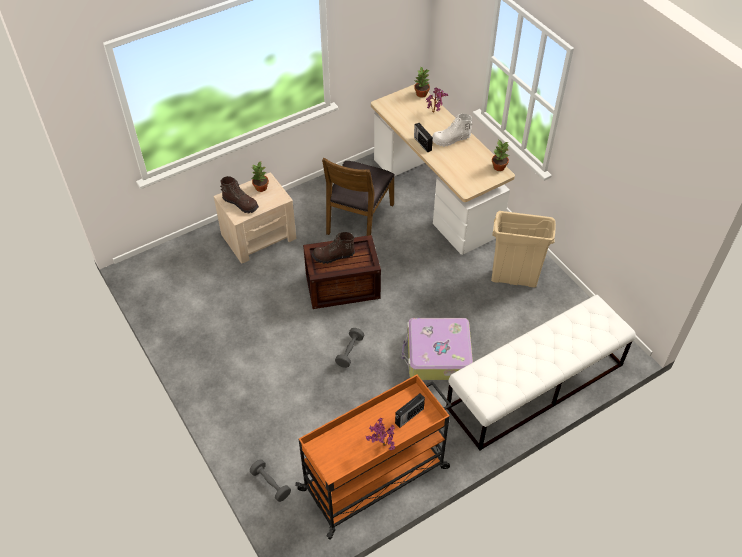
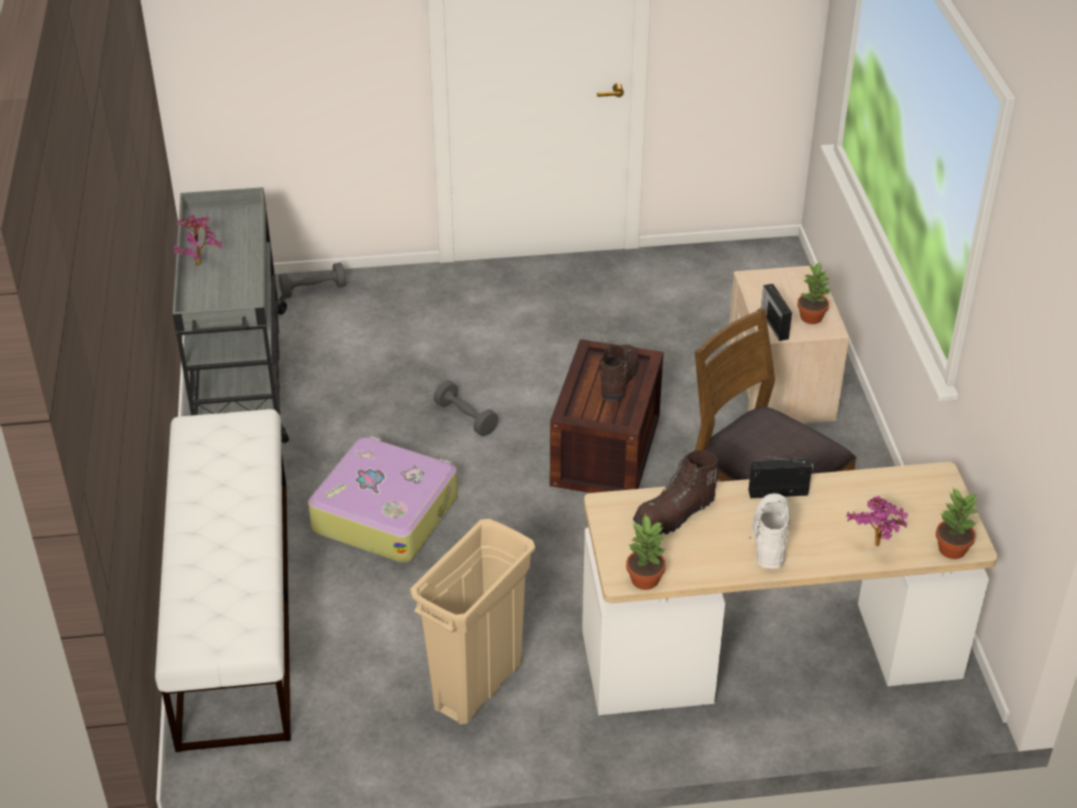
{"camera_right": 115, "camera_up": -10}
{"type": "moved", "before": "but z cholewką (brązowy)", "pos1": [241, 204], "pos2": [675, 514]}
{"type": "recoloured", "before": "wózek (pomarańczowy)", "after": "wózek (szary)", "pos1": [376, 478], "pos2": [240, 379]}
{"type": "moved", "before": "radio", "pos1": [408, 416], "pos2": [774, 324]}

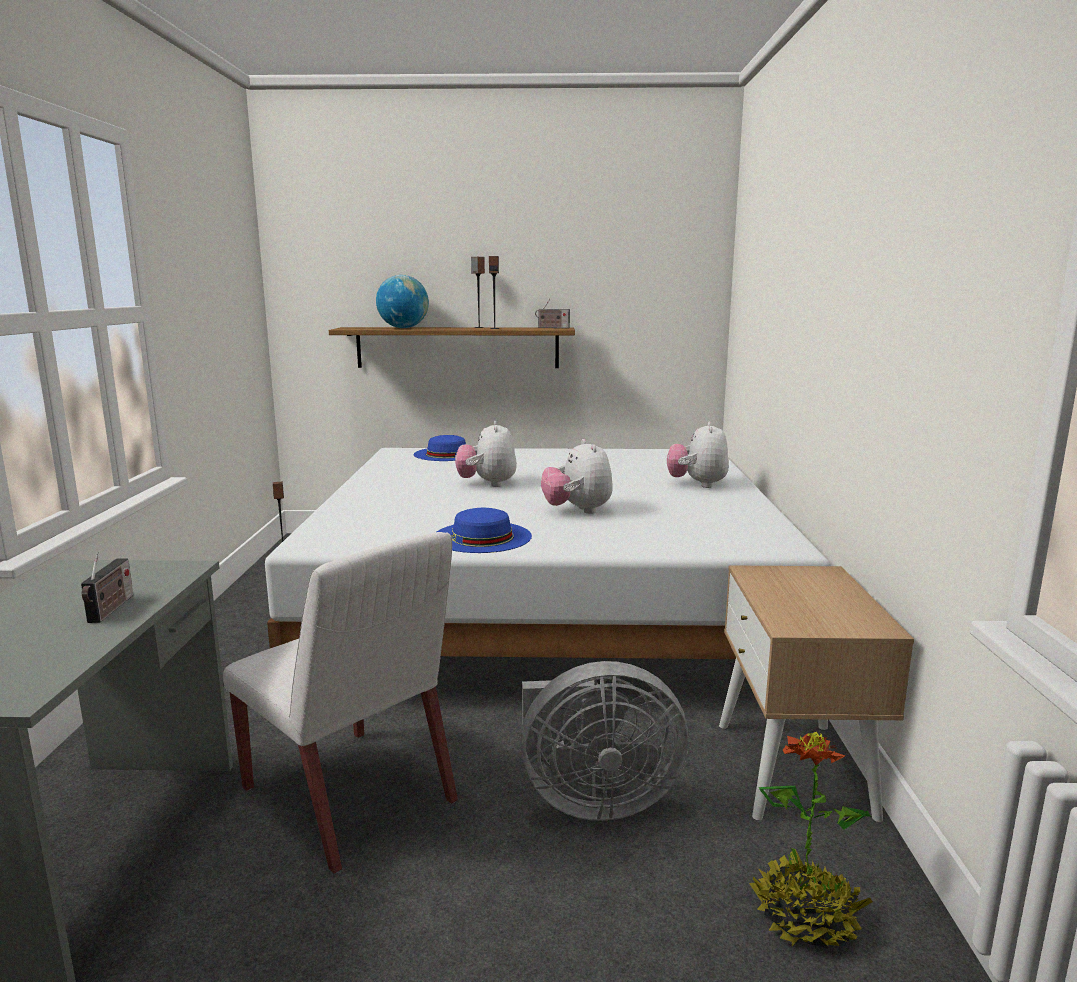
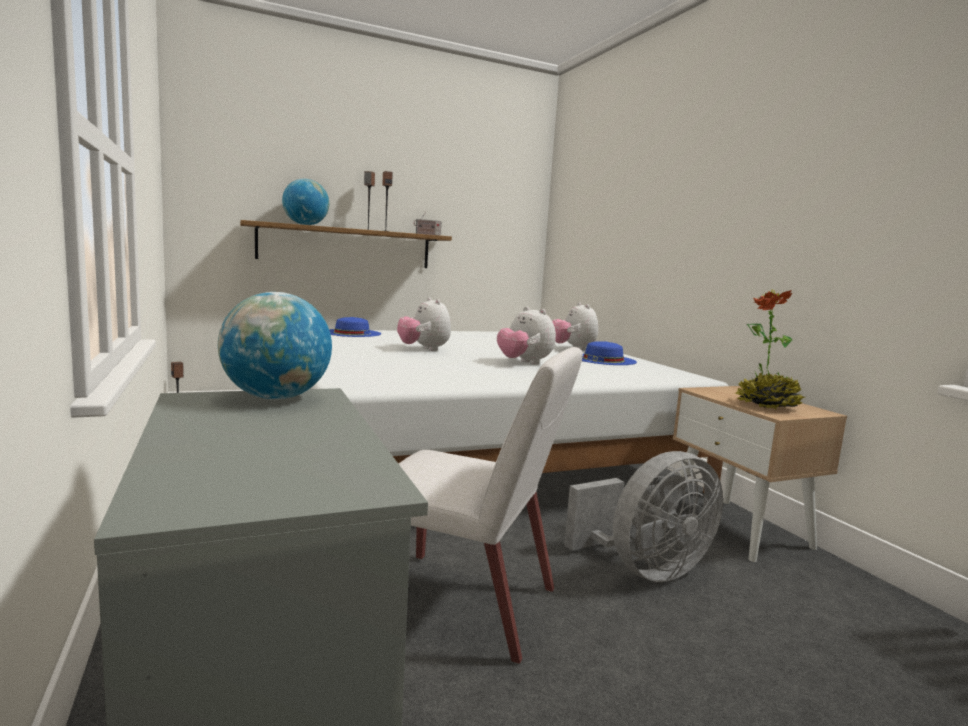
{"camera_right": -25, "camera_up": -5}
{"type": "removed", "before": "radio", "pos1": [110, 610]}
{"type": "moved", "before": "kapelusz (niebieski)", "pos1": [482, 537], "pos2": [603, 359]}
{"type": "moved", "before": "roślina doniczkowa", "pos1": [806, 917], "pos2": [767, 405]}
{"type": "added", "after": "globus", "pos2": [276, 398]}

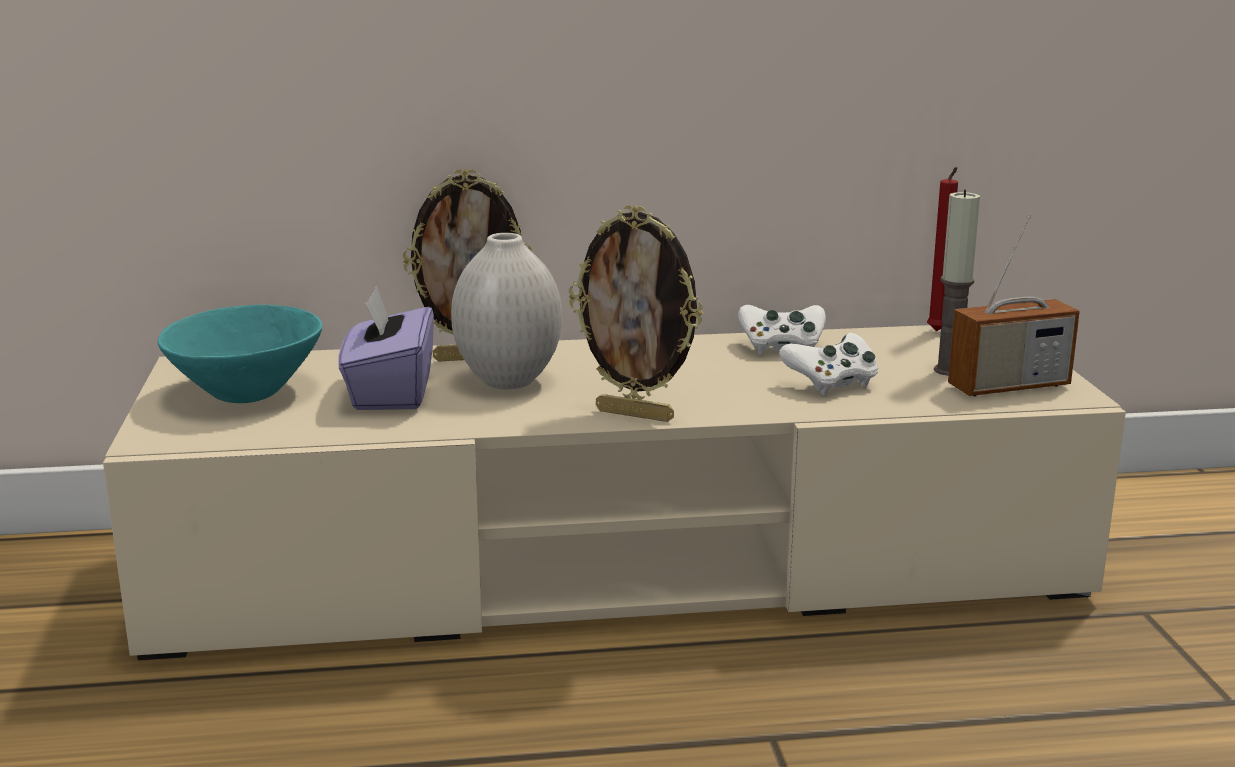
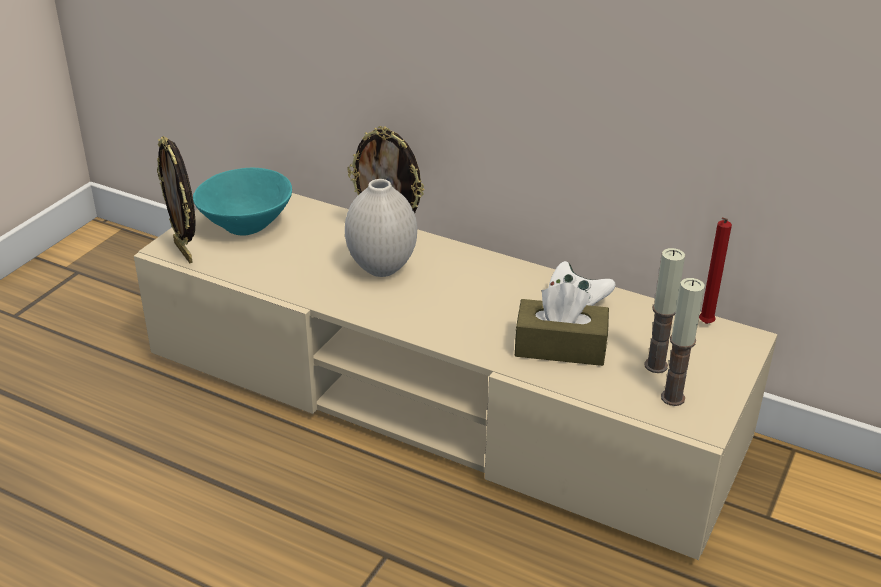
{"camera_right": 35, "camera_up": 15}
{"type": "removed", "before": "pudełko chusteczek (fioletowy)", "pos1": [390, 392]}
{"type": "moved", "before": "ramka na zdjęcie", "pos1": [636, 414], "pos2": [185, 252]}
{"type": "replaced", "before": "pad do gier (biały)", "after": "pudełko chusteczek (brązowy)", "pos1": [831, 384], "pos2": [560, 347]}
{"type": "replaced", "before": "radio", "after": "świeca", "pos1": [1009, 387], "pos2": [672, 398]}

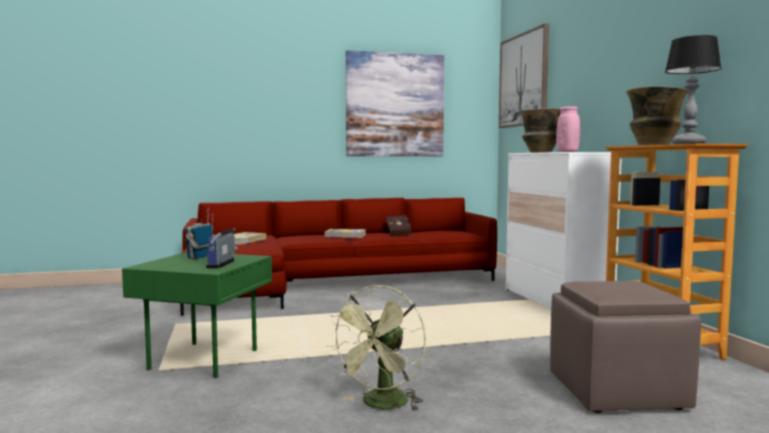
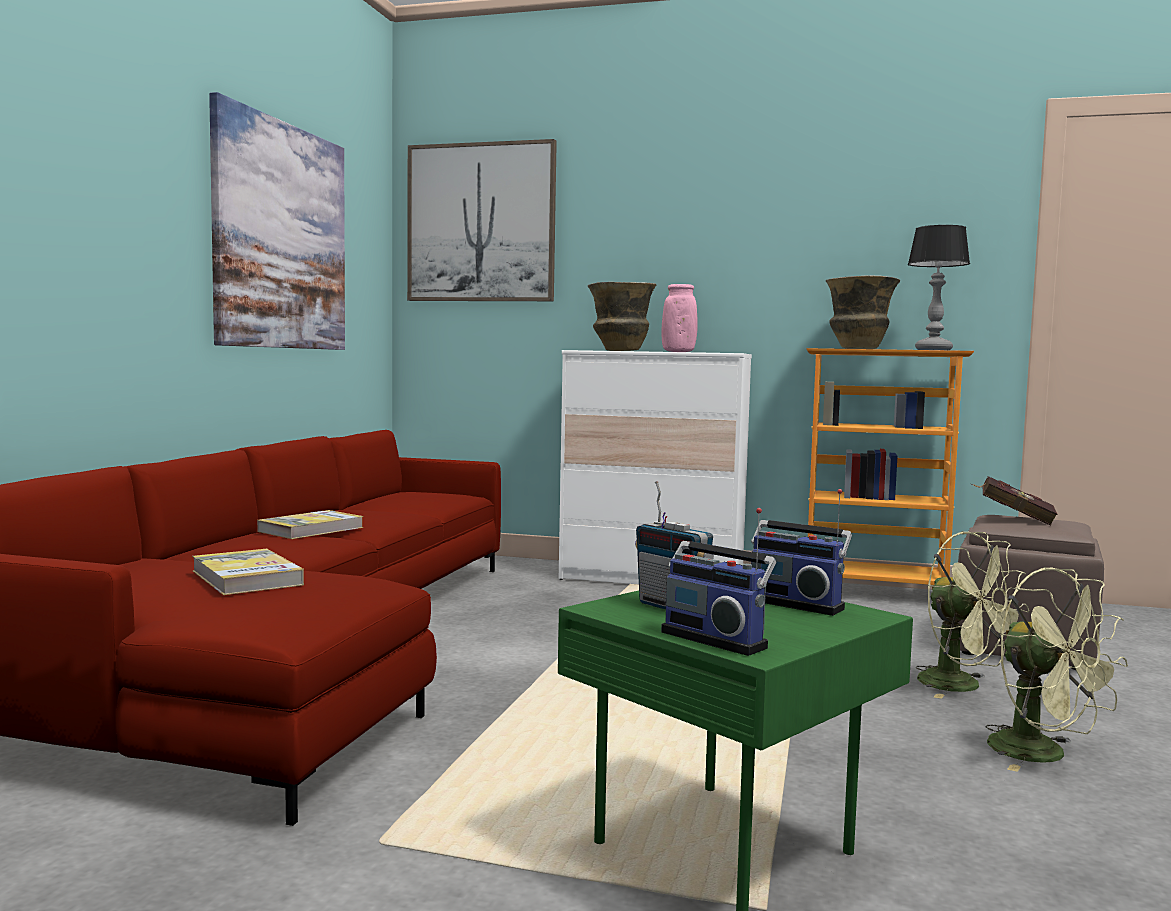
{"camera_right": -60, "camera_up": 0}
{"type": "moved", "before": "książka (czerwony)", "pos1": [398, 233], "pos2": [1013, 519]}
{"type": "added", "after": "radio", "pos2": [716, 639]}
{"type": "added", "after": "wentylator (zielony)", "pos2": [962, 687]}

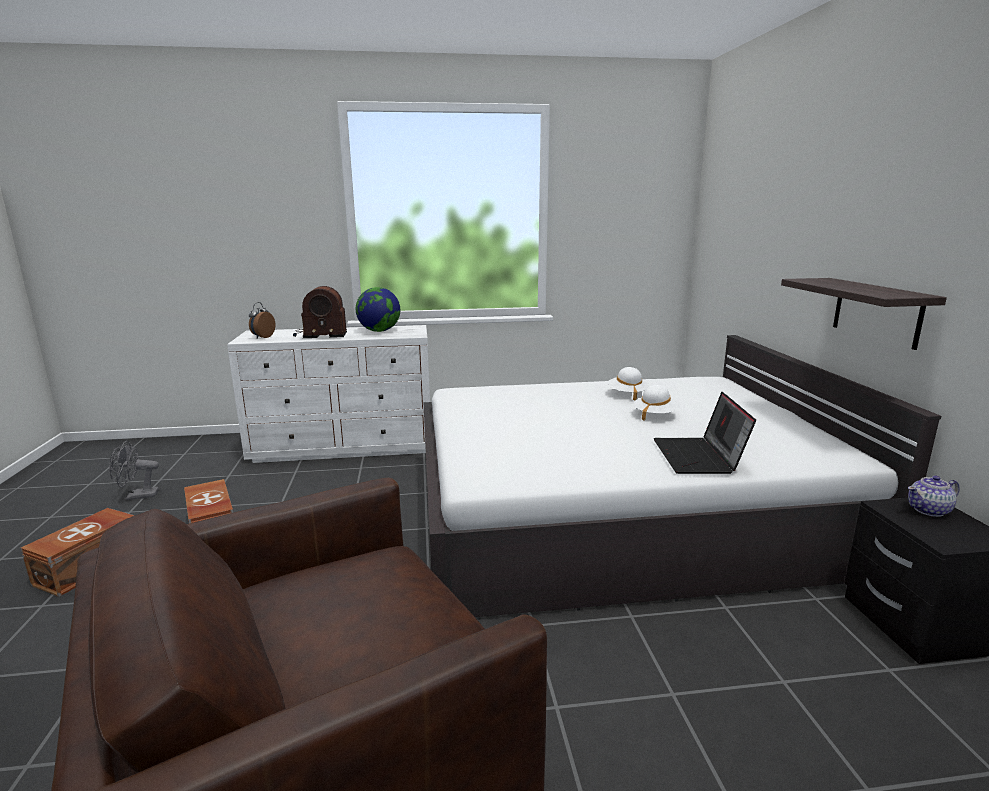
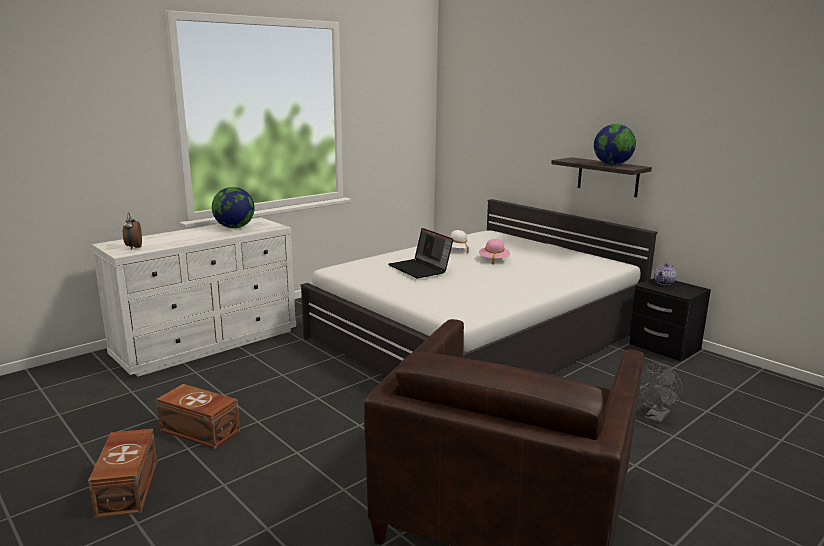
{"camera_right": -35, "camera_up": 0}
{"type": "moved", "before": "wentylator (szary)", "pos1": [137, 496], "pos2": [655, 418]}
{"type": "removed", "before": "radio", "pos1": [320, 334]}
{"type": "recoloured", "before": "kapelusz (biały)", "after": "kapelusz (różowy)", "pos1": [655, 415], "pos2": [493, 260]}
{"type": "moved", "before": "laptop", "pos1": [699, 457], "pos2": [420, 269]}
{"type": "added", "after": "globus", "pos2": [612, 164]}

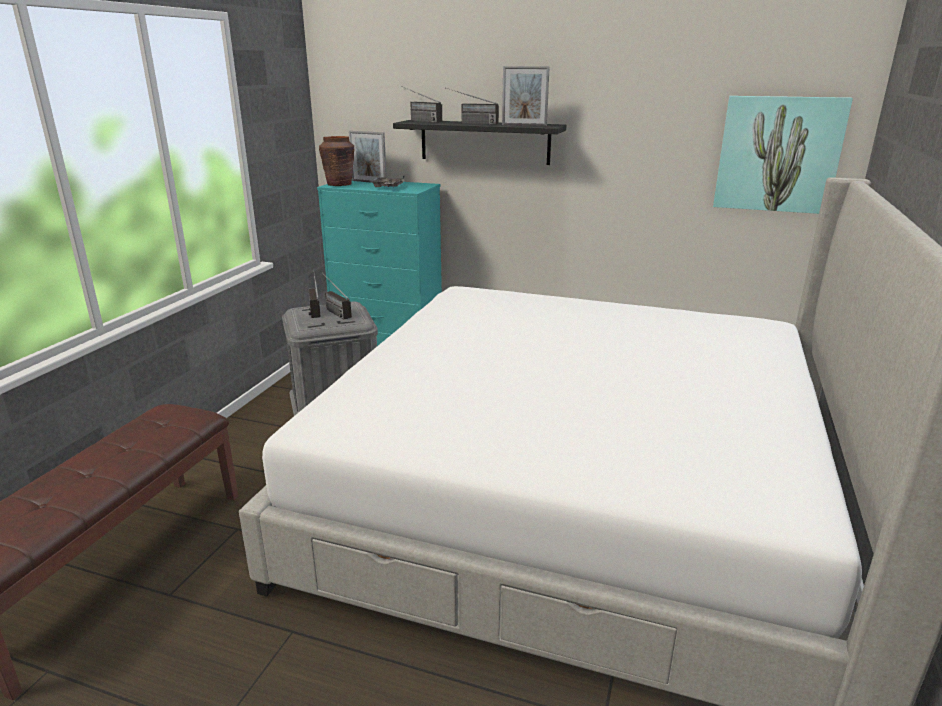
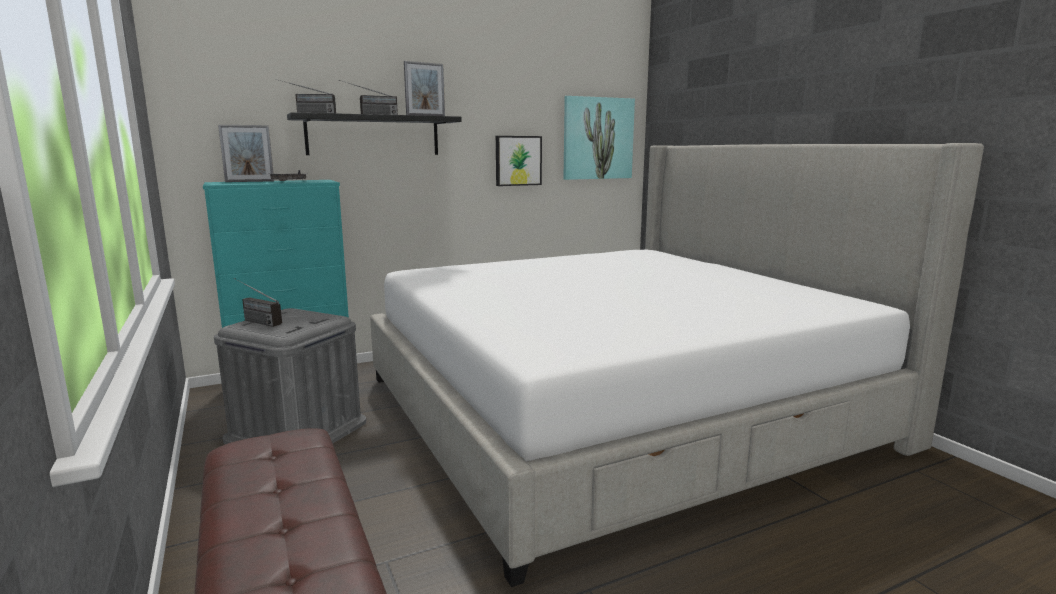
{"camera_right": -45, "camera_up": -10}
{"type": "removed", "before": "wazon (brązowy)", "pos1": [339, 184]}
{"type": "removed", "before": "radio", "pos1": [333, 311]}
{"type": "added", "after": "obraz", "pos2": [518, 160]}

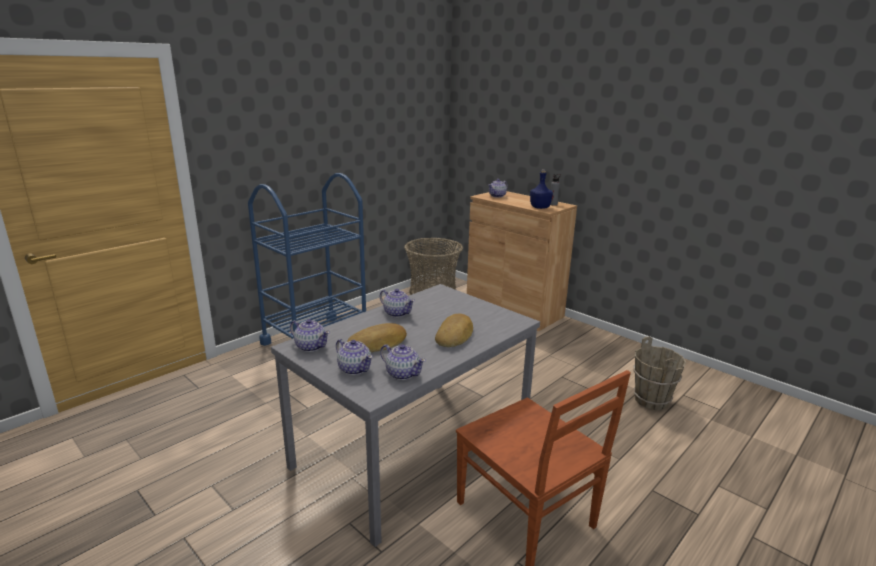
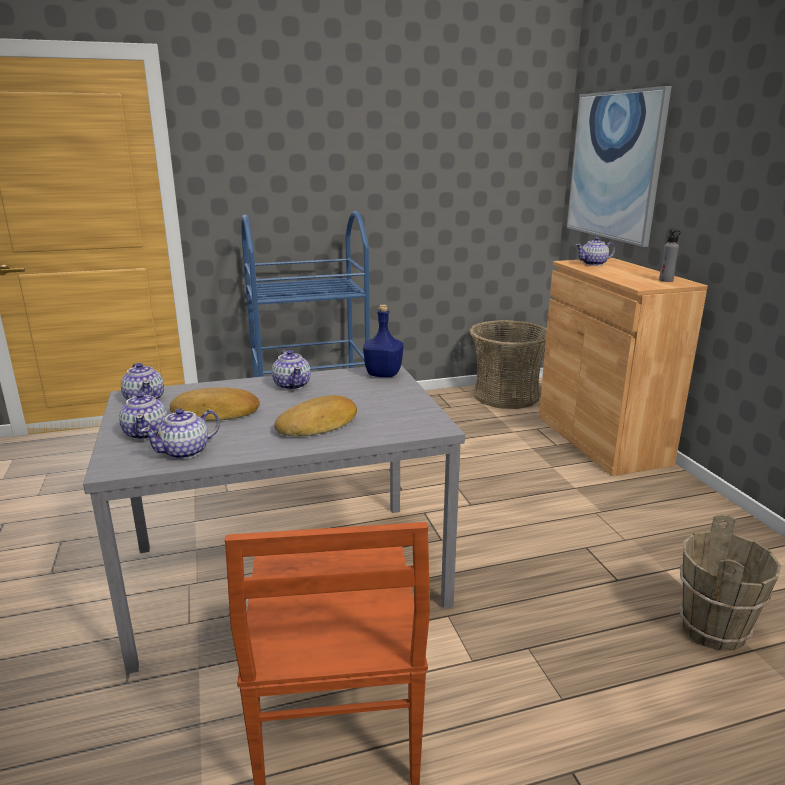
{"camera_right": 30, "camera_up": 0}
{"type": "turned", "before": "imbryk", "pos1": [402, 374], "pos2": [185, 452], "turn": 75}
{"type": "moved", "before": "butelka (niebieski)", "pos1": [539, 207], "pos2": [382, 374]}
{"type": "added", "after": "obraz", "pos2": [614, 166]}

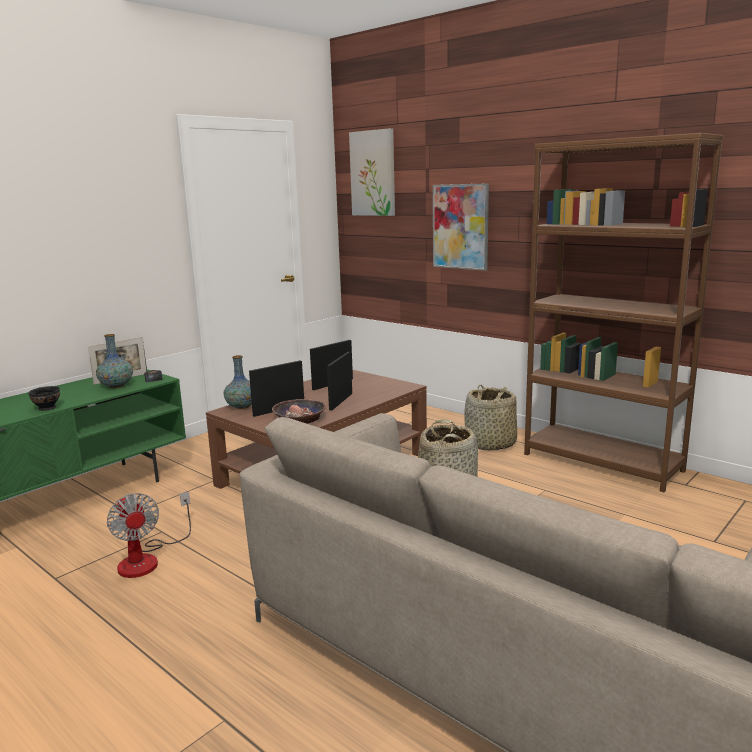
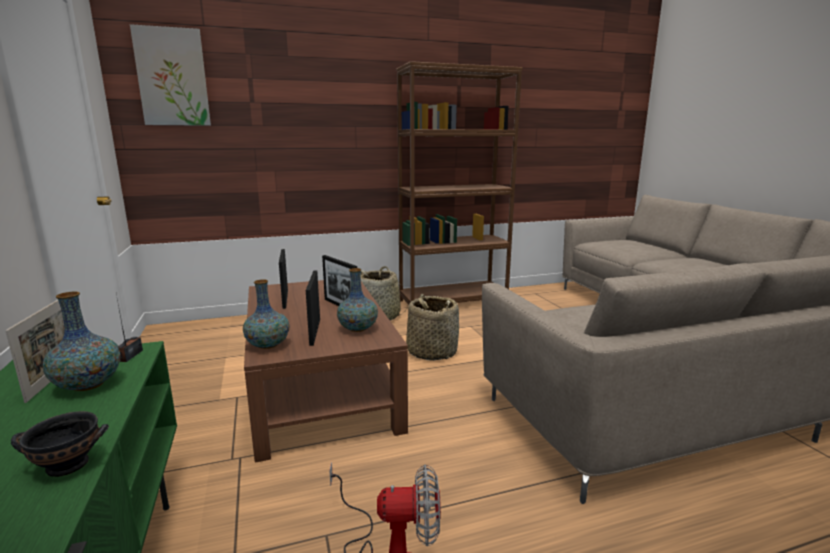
{"camera_right": -60, "camera_up": 0}
{"type": "replaced", "before": "miska", "after": "wazon", "pos1": [299, 418], "pos2": [358, 328]}
{"type": "removed", "before": "obraz", "pos1": [460, 226]}

